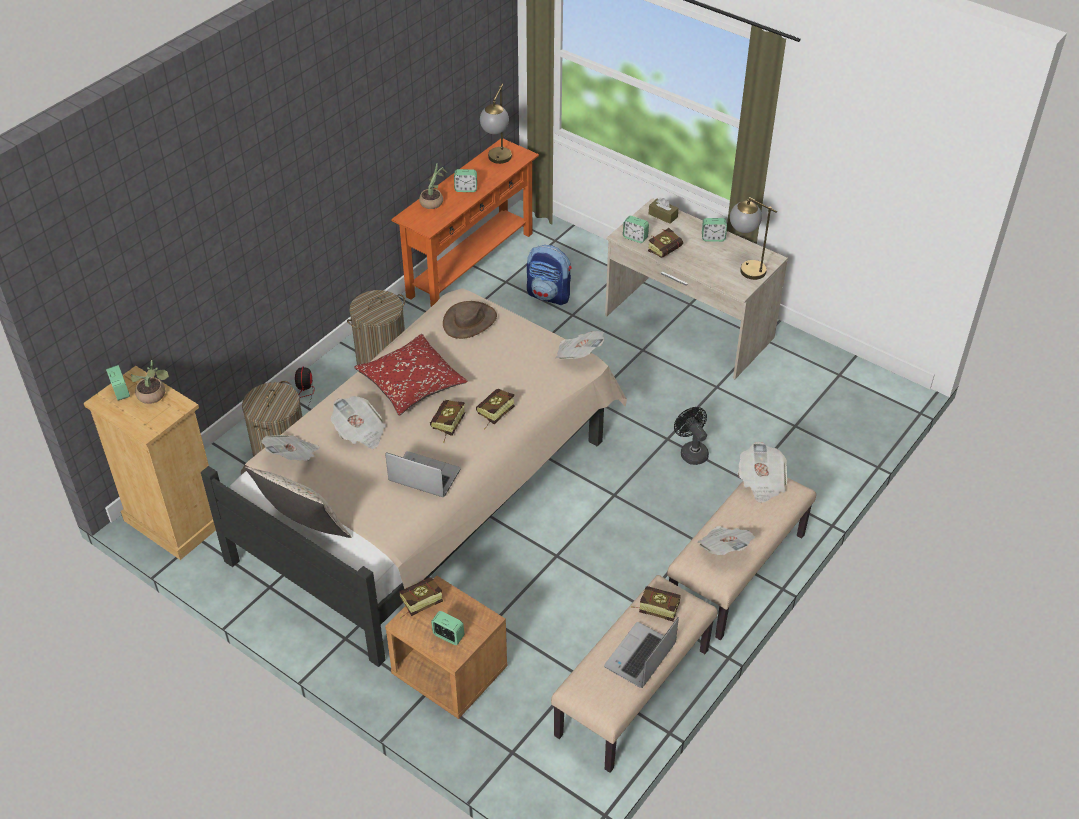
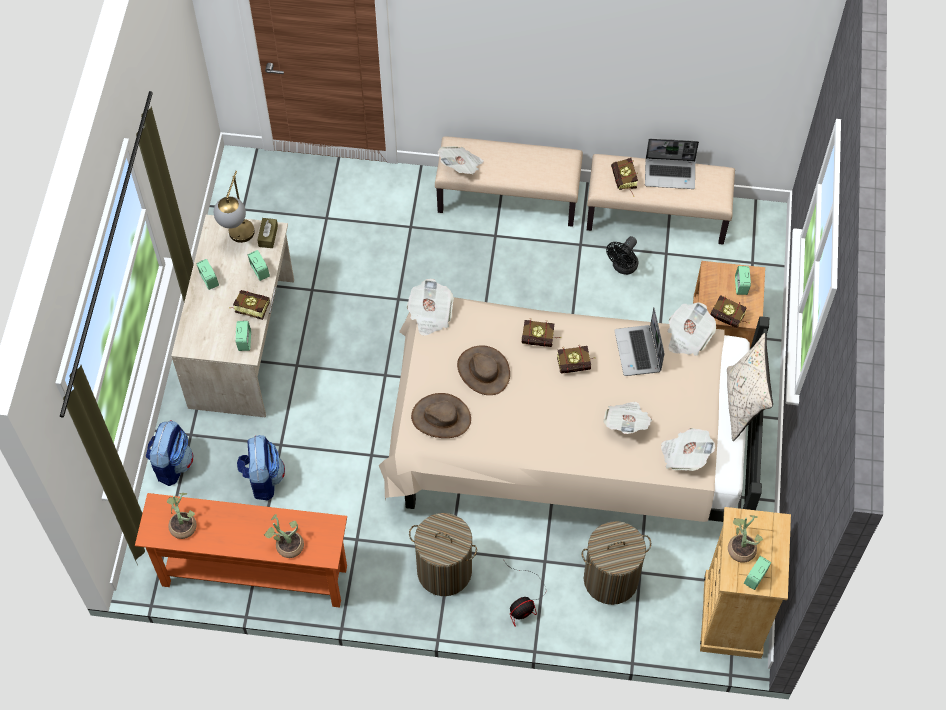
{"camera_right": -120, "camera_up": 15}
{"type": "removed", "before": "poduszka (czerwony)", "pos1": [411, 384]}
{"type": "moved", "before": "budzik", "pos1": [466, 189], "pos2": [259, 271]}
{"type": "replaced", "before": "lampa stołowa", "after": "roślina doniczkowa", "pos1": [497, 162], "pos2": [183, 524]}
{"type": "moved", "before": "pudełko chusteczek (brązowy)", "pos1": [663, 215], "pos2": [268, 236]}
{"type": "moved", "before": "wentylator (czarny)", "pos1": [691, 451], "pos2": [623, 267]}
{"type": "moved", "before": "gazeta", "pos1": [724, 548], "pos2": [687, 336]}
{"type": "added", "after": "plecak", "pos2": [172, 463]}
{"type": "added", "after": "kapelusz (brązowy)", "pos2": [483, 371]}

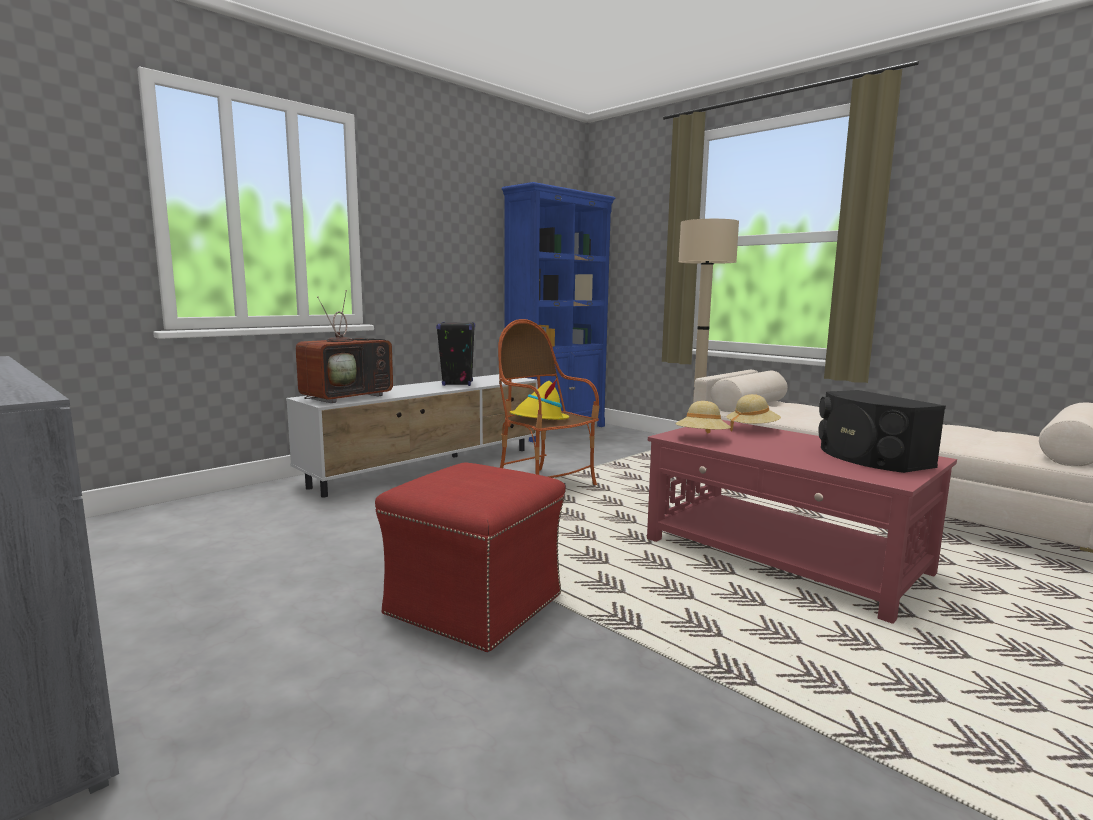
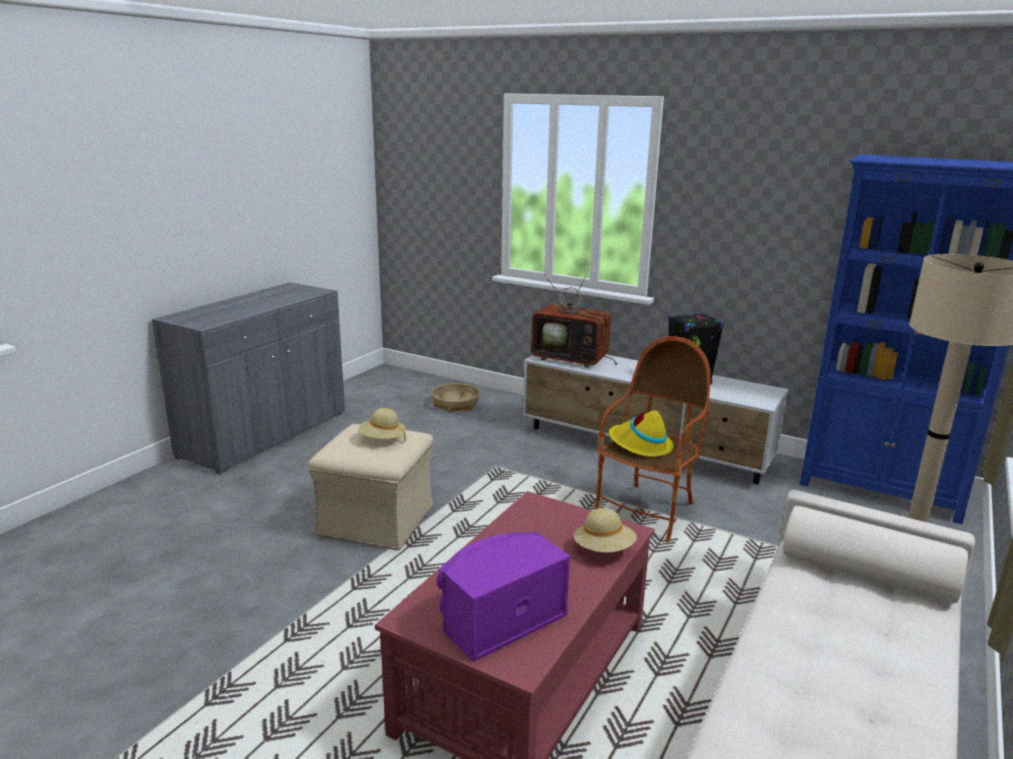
{"camera_right": 75, "camera_up": 10}
{"type": "recoloured", "before": "pufa (czerwony)", "after": "pufa (beżowy)", "pos1": [475, 604], "pos2": [377, 521]}
{"type": "moved", "before": "kapelusz (beżowy)", "pos1": [702, 439], "pos2": [382, 439]}
{"type": "recoloured", "before": "głośnik (czarny)", "after": "głośnik (fioletowy)", "pos1": [869, 458], "pos2": [500, 618]}
{"type": "added", "after": "koszyk", "pos2": [455, 404]}

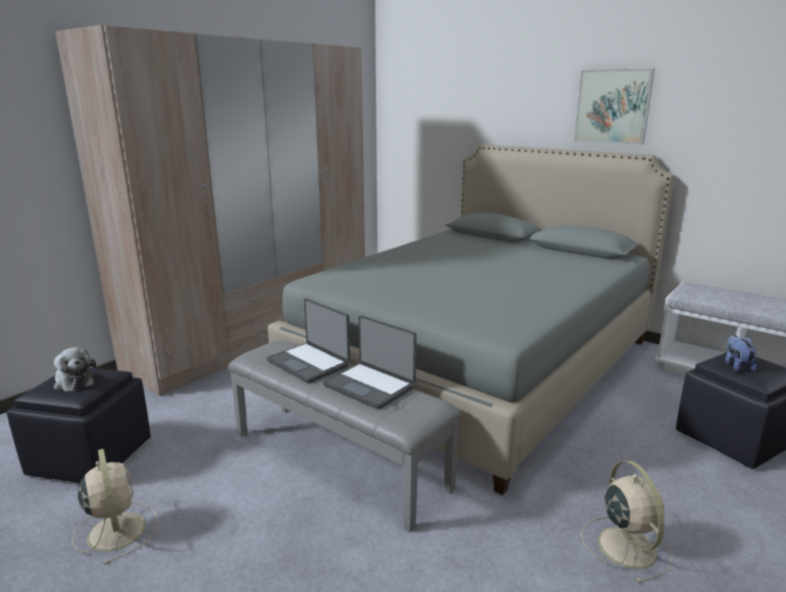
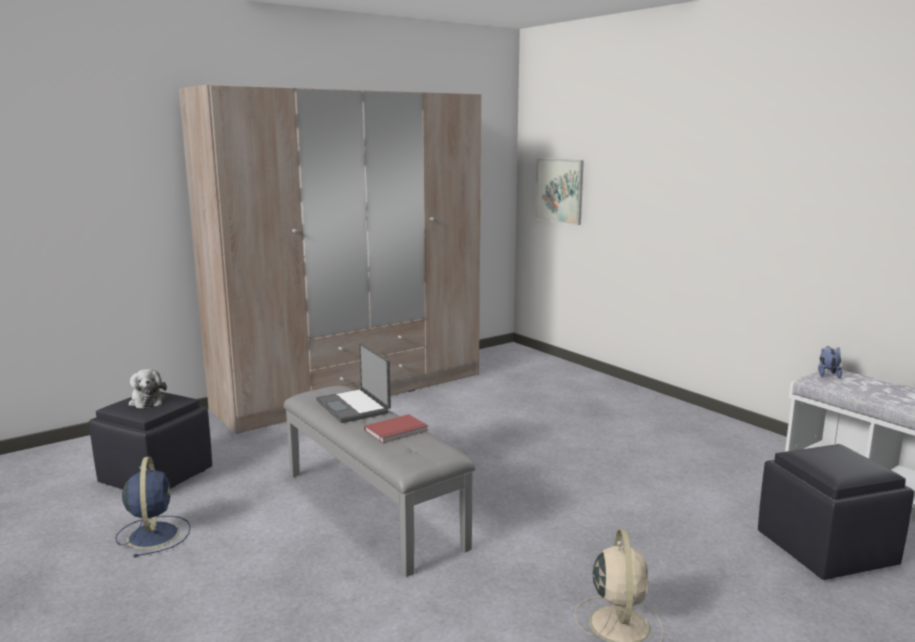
{"camera_right": 15, "camera_up": -5}
{"type": "recoloured", "before": "wentylator (beżowy)", "after": "wentylator (niebieski)", "pos1": [116, 530], "pos2": [153, 534]}
{"type": "removed", "before": "łóżko (szary)", "pos1": [476, 364]}
{"type": "replaced", "before": "laptop", "after": "książka (czerwony)", "pos1": [370, 386], "pos2": [397, 431]}
{"type": "moved", "before": "obraz", "pos1": [612, 106], "pos2": [559, 190]}
{"type": "moved", "before": "pluszak", "pos1": [736, 365], "pos2": [827, 374]}

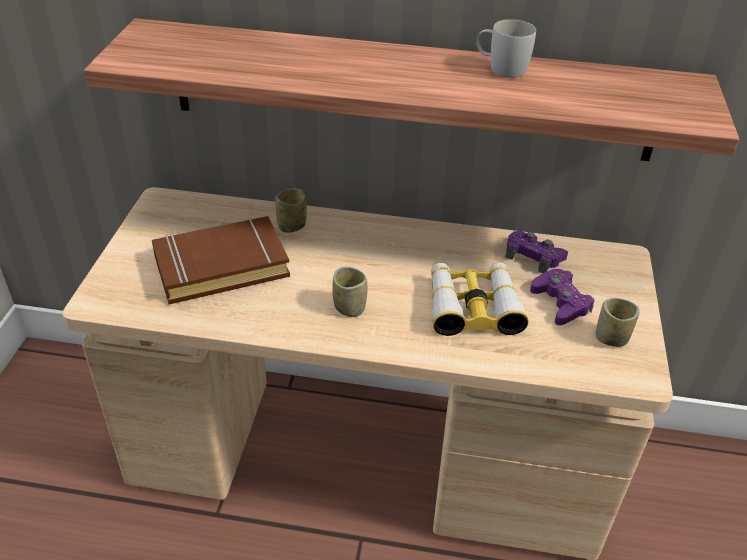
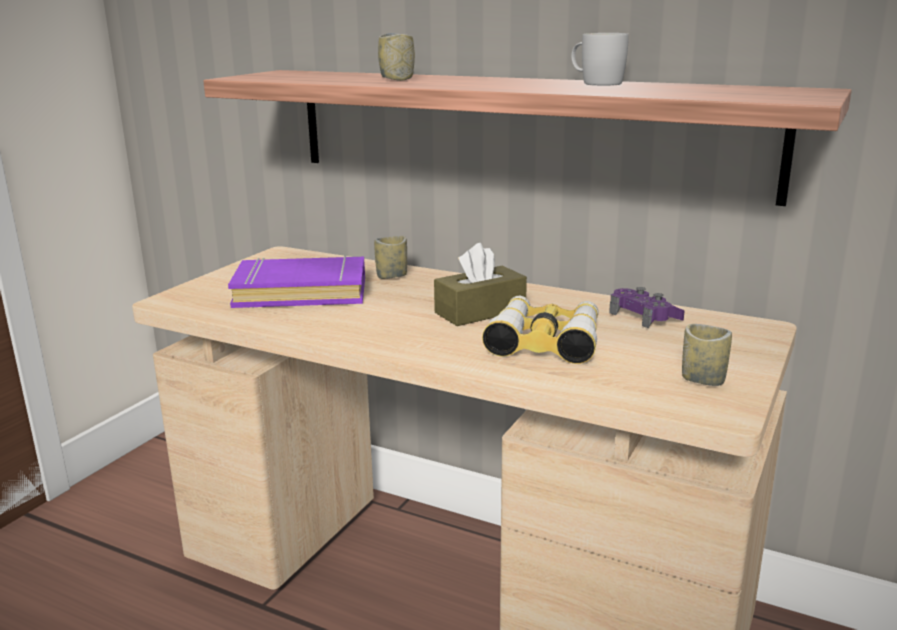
{"camera_right": 20, "camera_up": -20}
{"type": "recoloured", "before": "książka (brązowy)", "after": "książka (fioletowy)", "pos1": [221, 266], "pos2": [301, 292]}
{"type": "moved", "before": "filiżanka", "pos1": [349, 307], "pos2": [397, 79]}
{"type": "removed", "before": "pad do gier (fioletowy)", "pos1": [560, 303]}
{"type": "added", "after": "pudełko chusteczek (brązowy)", "pos2": [480, 311]}

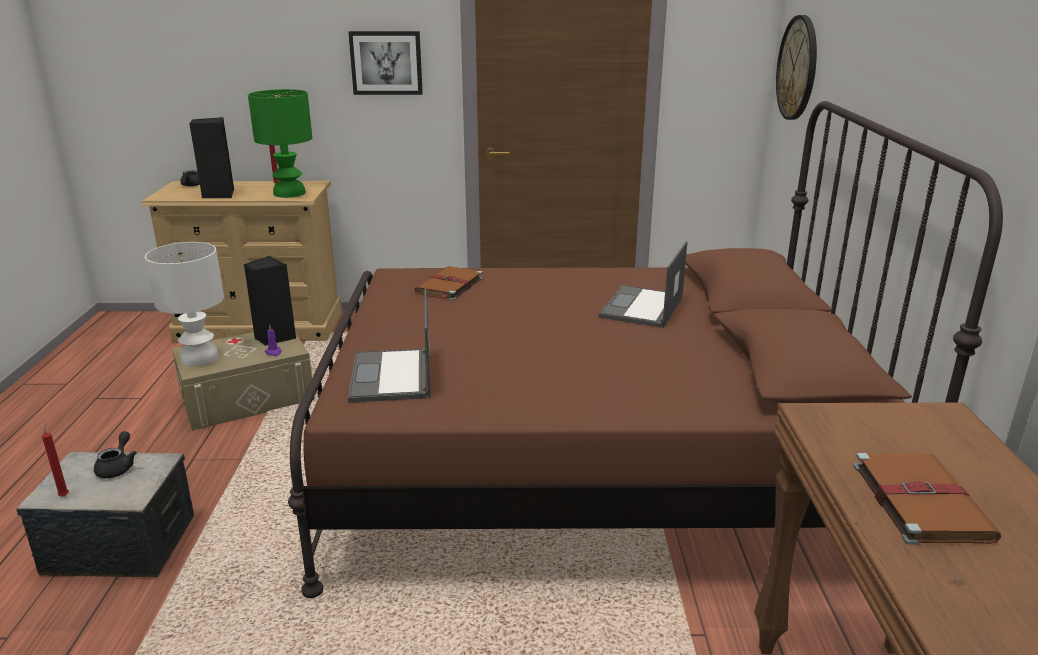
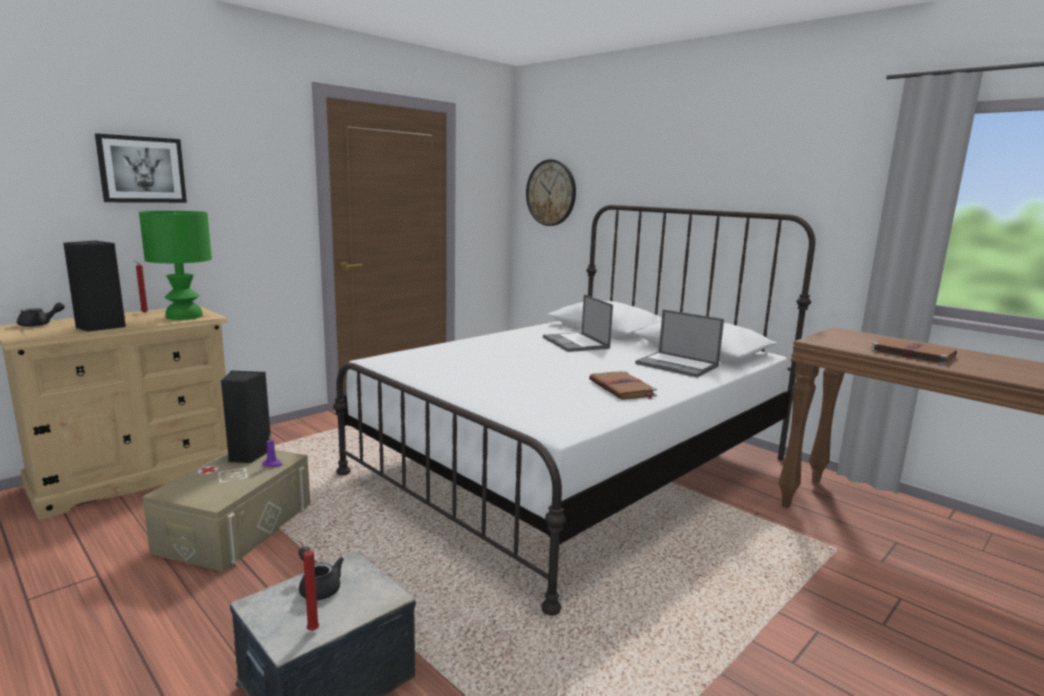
{"camera_right": -45, "camera_up": -10}
{"type": "removed", "before": "lampa stołowa (biały)", "pos1": [200, 357]}
{"type": "recoloured", "before": "łóżko (brązowy)", "after": "łóżko (biały)", "pos1": [590, 465], "pos2": [573, 466]}
{"type": "moved", "before": "obraz", "pos1": [386, 63], "pos2": [142, 169]}
{"type": "moved", "before": "laptop", "pos1": [392, 376], "pos2": [678, 365]}
{"type": "moved", "before": "książka (brązowy)", "pos1": [449, 286], "pos2": [622, 388]}

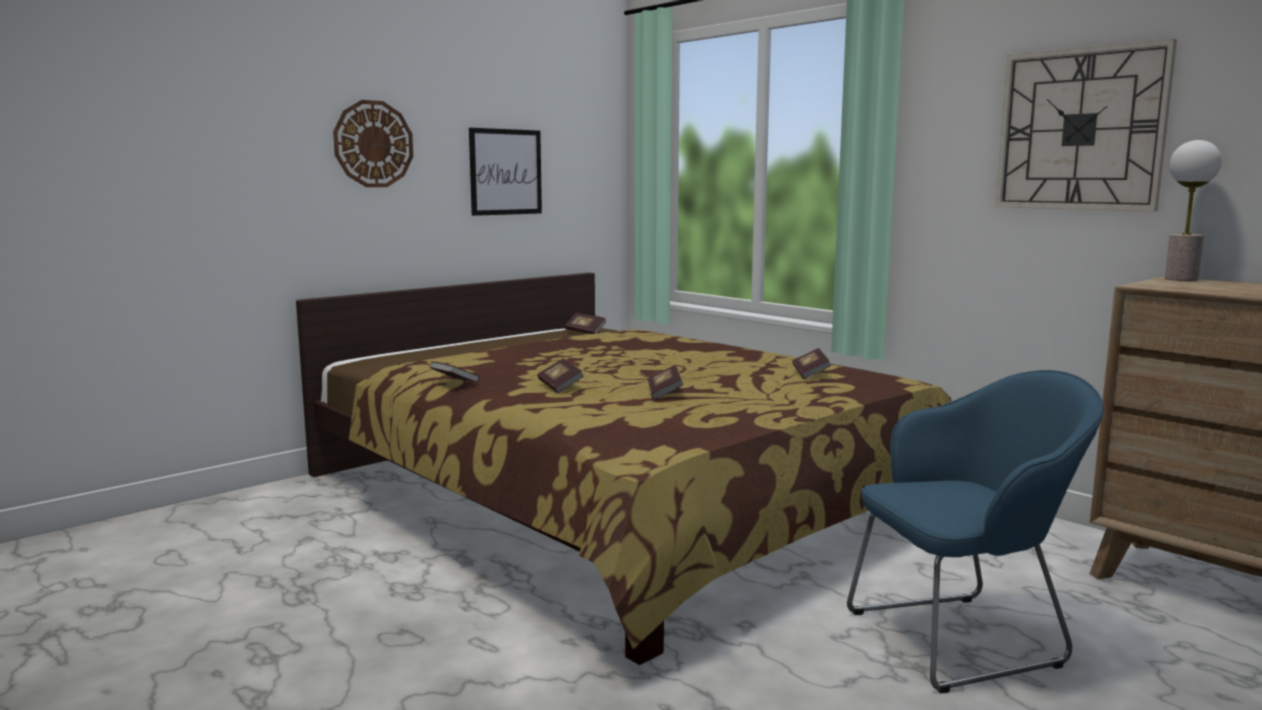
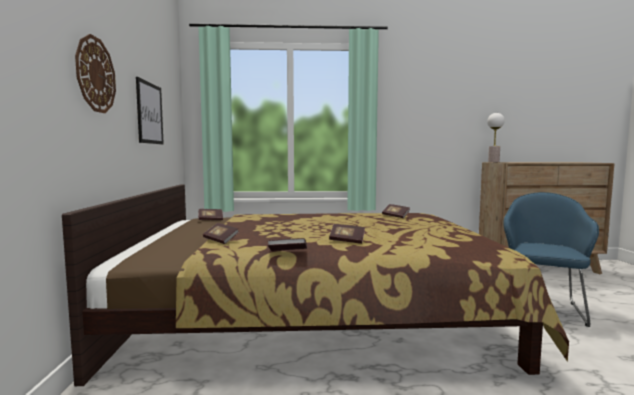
{"camera_right": -50, "camera_up": -5}
{"type": "moved", "before": "książka", "pos1": [664, 393], "pos2": [221, 240]}
{"type": "removed", "before": "zegar ścienny", "pos1": [1080, 130]}

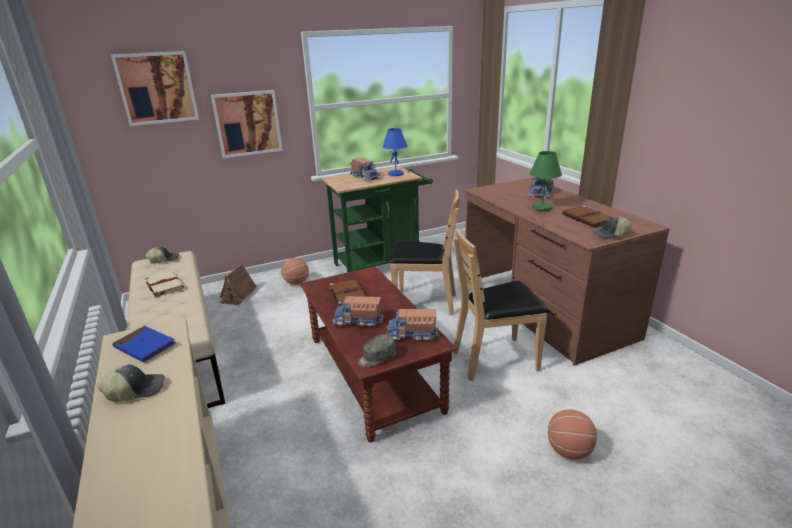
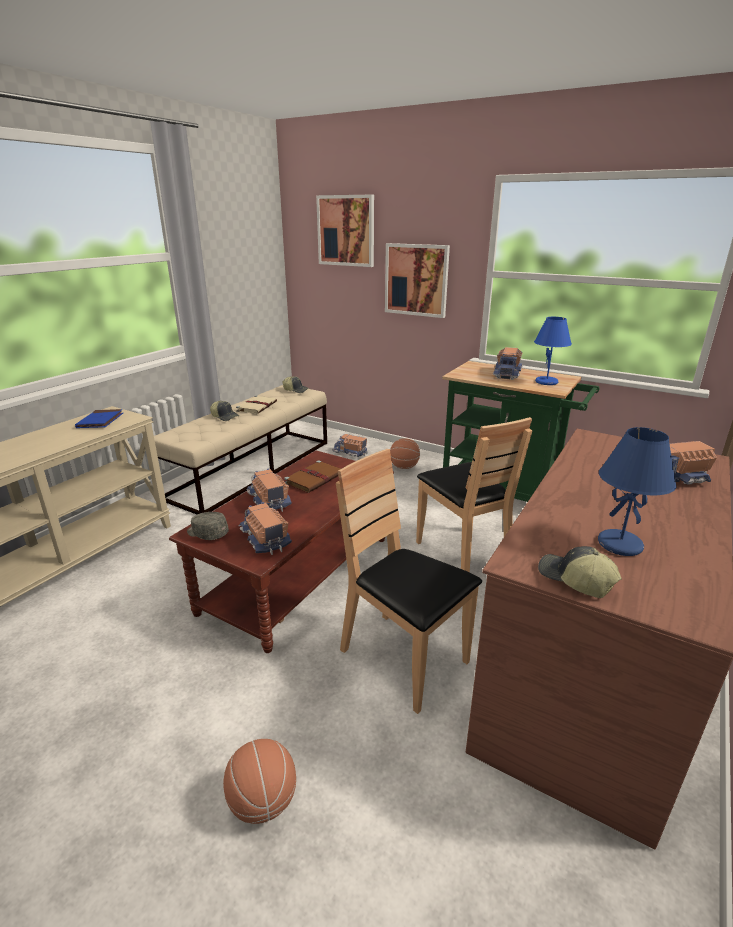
{"camera_right": 55, "camera_up": 0}
{"type": "moved", "before": "czapka z daszkiem", "pos1": [136, 390], "pos2": [225, 416]}
{"type": "replaced", "before": "domek", "after": "ciężarówka zabawkowa", "pos1": [238, 295], "pos2": [350, 453]}
{"type": "removed", "before": "lampa stołowa (zielony)", "pos1": [541, 208]}
{"type": "replaced", "before": "książka (brązowy)", "after": "lampa stołowa (niebieski)", "pos1": [589, 219], "pos2": [620, 544]}

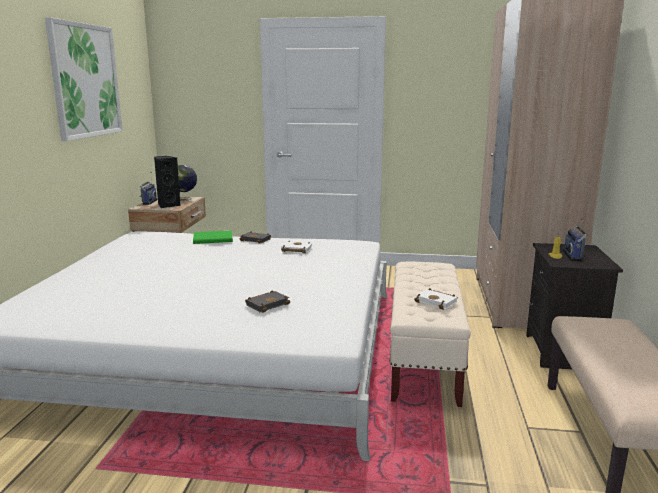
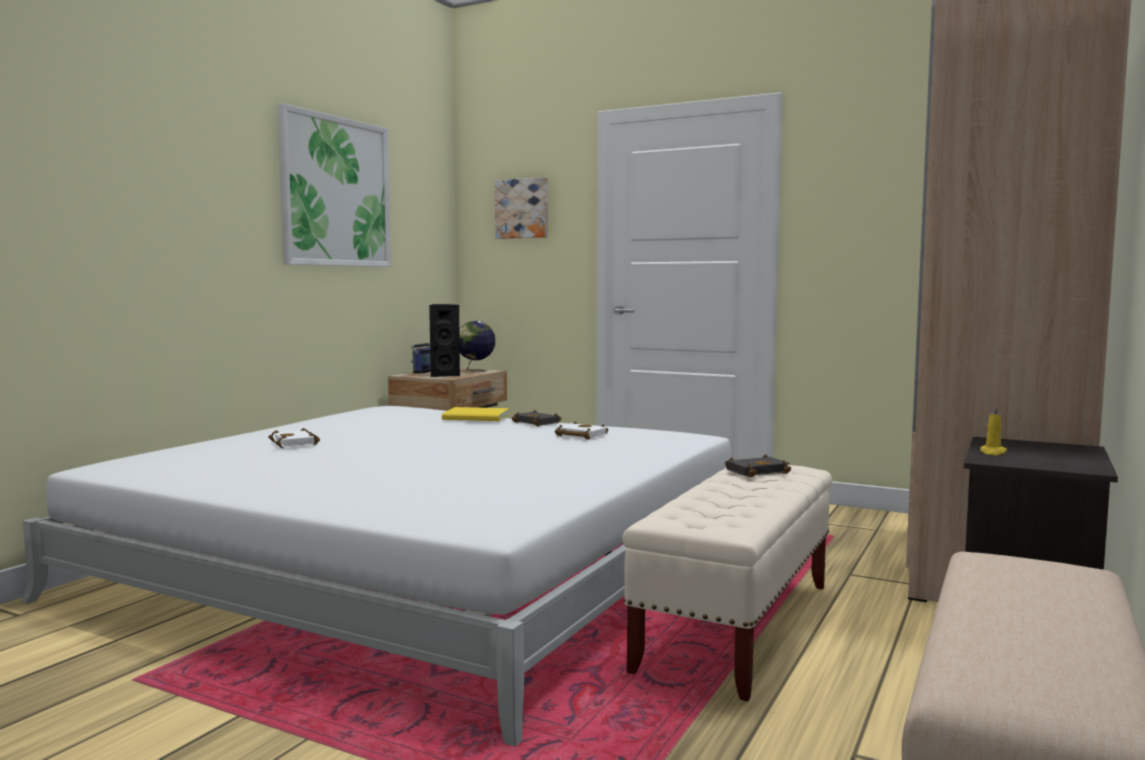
{"camera_right": 20, "camera_up": -10}
{"type": "recoloured", "before": "książka (zielony)", "after": "książka (żółty)", "pos1": [214, 239], "pos2": [477, 417]}
{"type": "moved", "before": "książka (czarny)", "pos1": [267, 304], "pos2": [757, 471]}
{"type": "moved", "before": "książka (biały)", "pos1": [437, 302], "pos2": [296, 443]}
{"type": "removed", "before": "radio", "pos1": [574, 256]}
{"type": "added", "after": "obraz", "pos2": [522, 208]}

